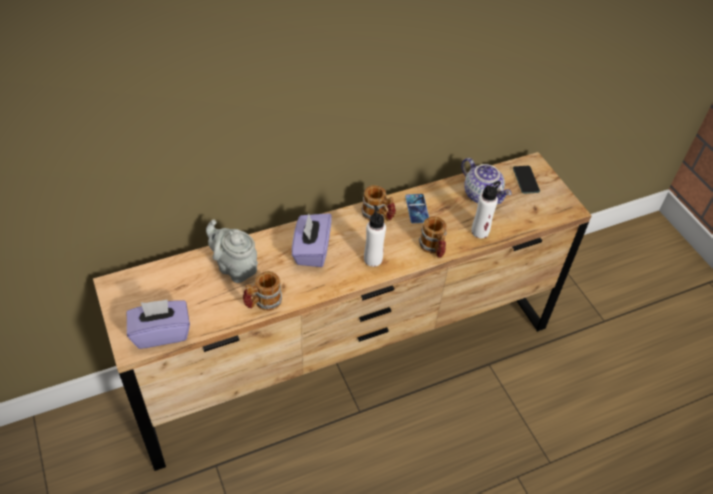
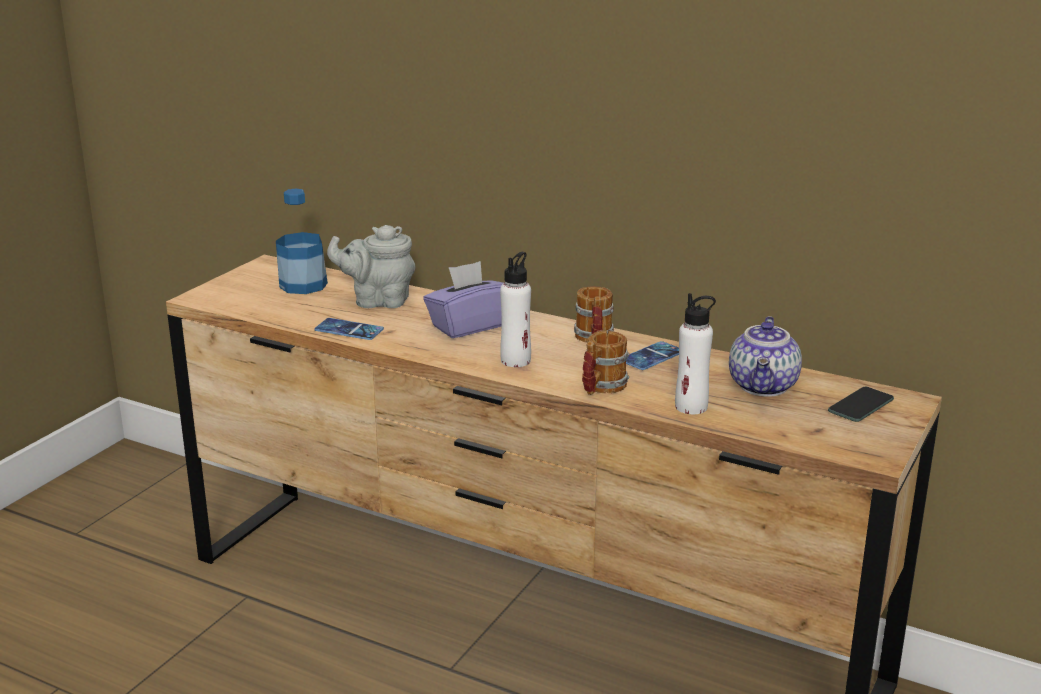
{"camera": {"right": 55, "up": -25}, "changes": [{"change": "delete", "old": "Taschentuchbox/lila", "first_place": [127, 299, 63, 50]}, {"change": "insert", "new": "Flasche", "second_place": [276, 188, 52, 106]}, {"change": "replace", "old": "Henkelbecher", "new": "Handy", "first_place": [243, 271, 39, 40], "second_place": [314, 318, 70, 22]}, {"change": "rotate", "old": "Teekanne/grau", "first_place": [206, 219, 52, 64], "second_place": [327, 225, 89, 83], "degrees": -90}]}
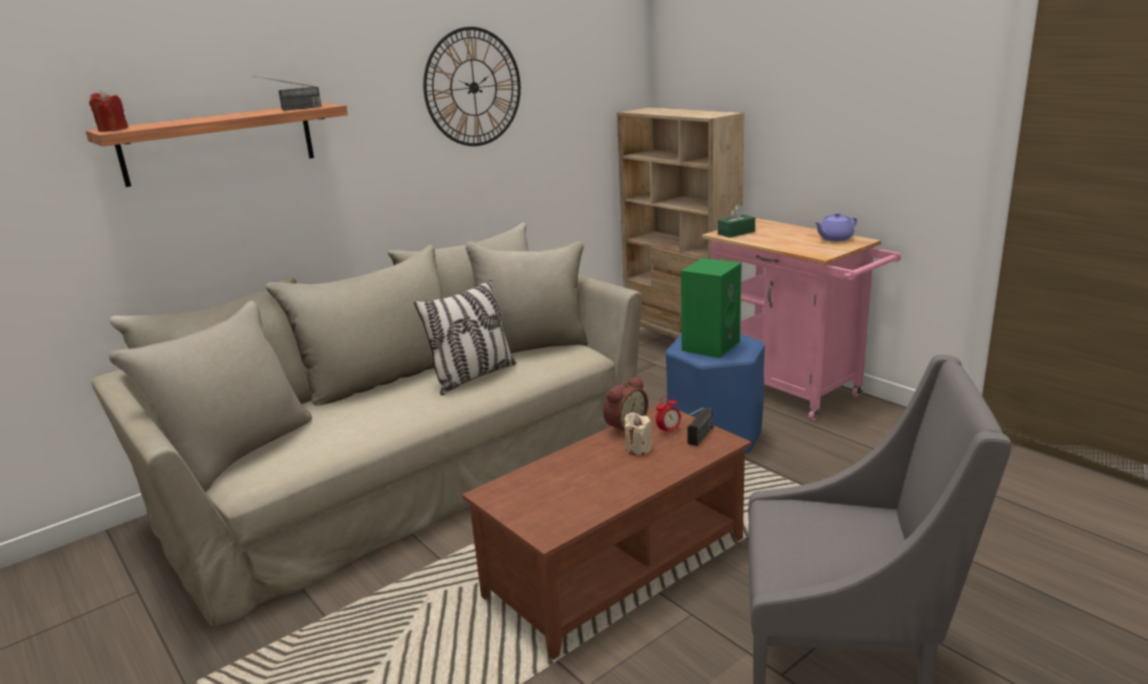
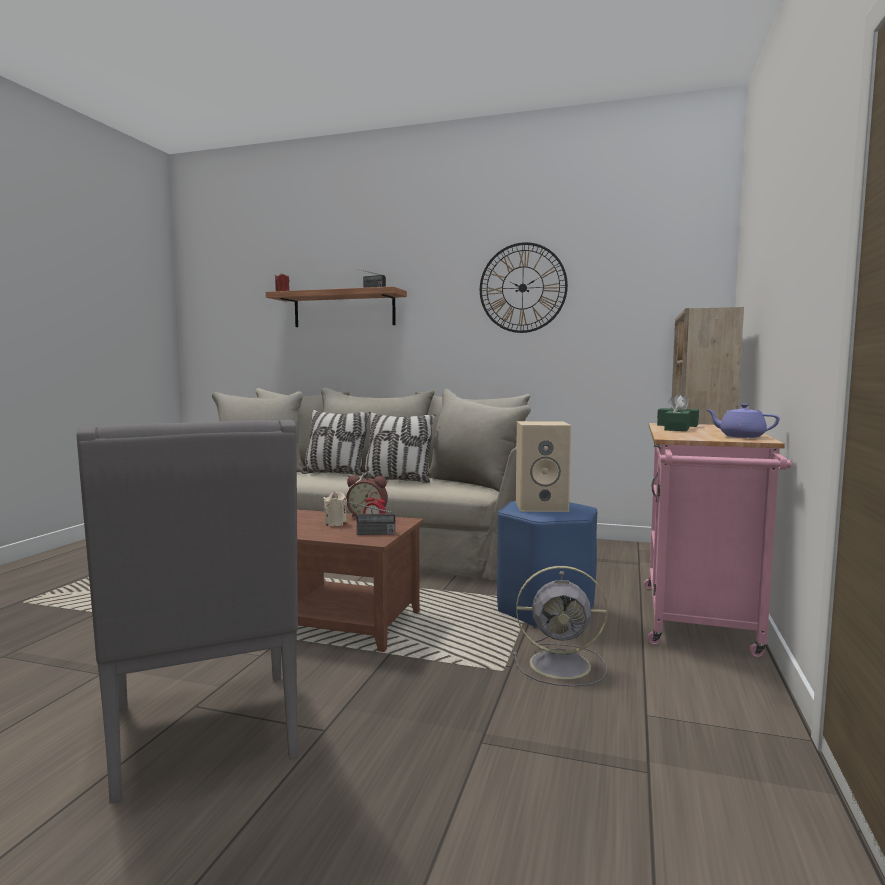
{"camera": {"right": 55, "up": -15}, "changes": [{"change": "insert", "new": "Kissen", "second_place": [301, 409, 69, 67]}, {"change": "insert", "new": "Ventilator/grau", "second_place": [513, 566, 95, 121]}, {"change": "insert", "new": "Taschentuchbox/grün", "second_place": [664, 395, 26, 36]}, {"change": "recolor", "old": "Lautsprecher/grün", "new": "Lautsprecher/beige", "first_place": [681, 258, 60, 100], "second_place": [516, 421, 55, 91]}]}
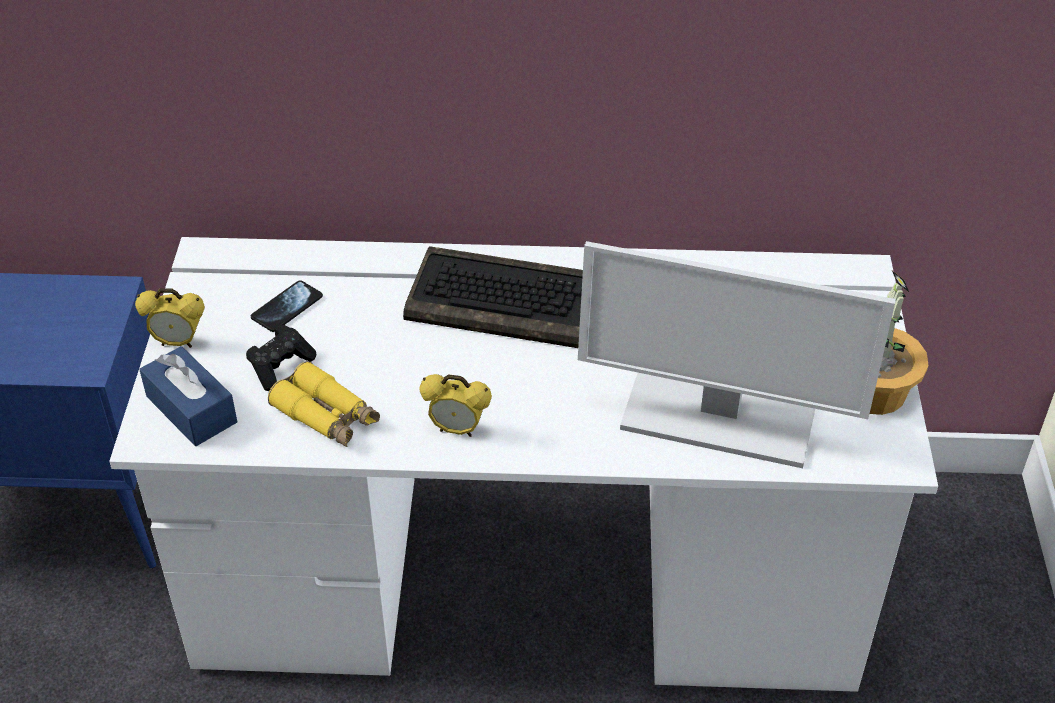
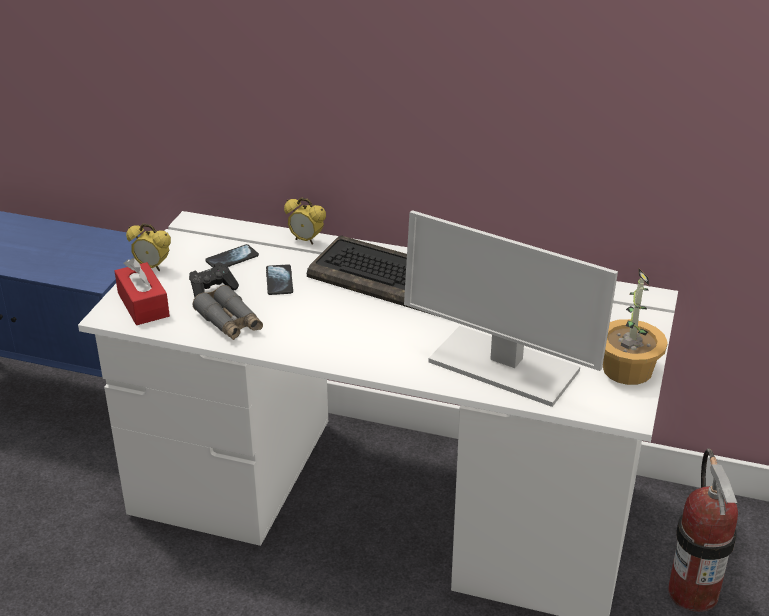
{"camera": {"right": 15, "up": -10}, "changes": [{"change": "insert", "new": "Handy", "second_place": [266, 264, 27, 31]}, {"change": "insert", "new": "Feuerlöscher", "second_place": [668, 448, 70, 164]}, {"change": "move", "old": "Wecker", "first_place": [420, 374, 72, 63], "second_place": [284, 197, 42, 48]}, {"change": "recolor", "old": "Taschentuchbox/blau", "new": "Taschentuchbox/rot", "first_place": [139, 346, 98, 100], "second_place": [115, 258, 55, 67]}, {"change": "recolor", "old": "Fernglas/gelb", "new": "Fernglas/grau", "first_place": [268, 361, 112, 86], "second_place": [193, 285, 70, 55]}]}
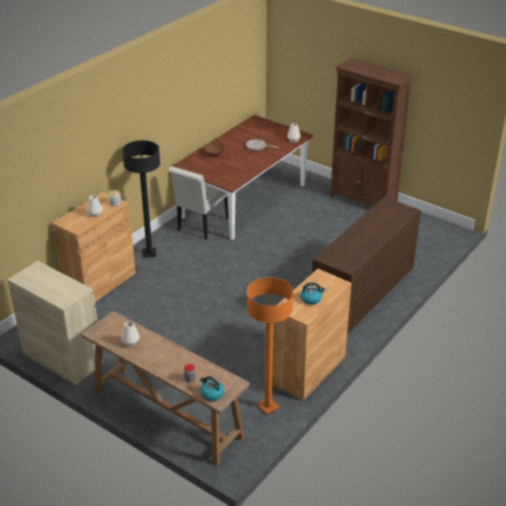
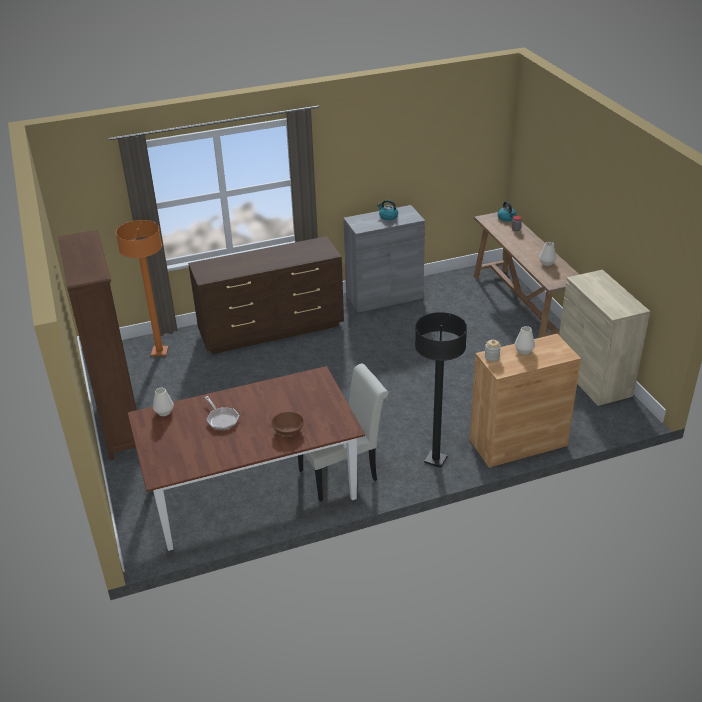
{"camera": {"right": -145, "up": 0}, "changes": [{"change": "move", "old": "Stehlampe/orange", "first_place": [247, 277, 46, 138], "second_place": [116, 220, 53, 136]}, {"change": "recolor", "old": "Schrank/braun", "new": "Schrank/grau", "first_place": [272, 269, 79, 132], "second_place": [343, 205, 82, 108]}]}
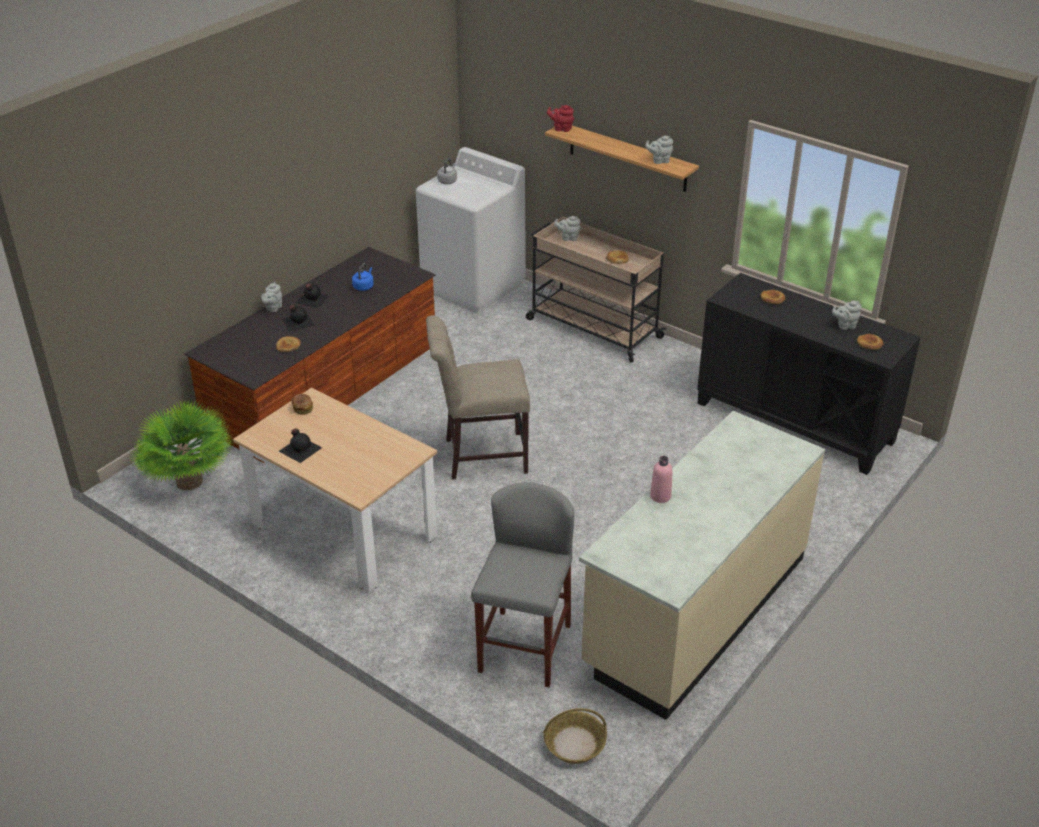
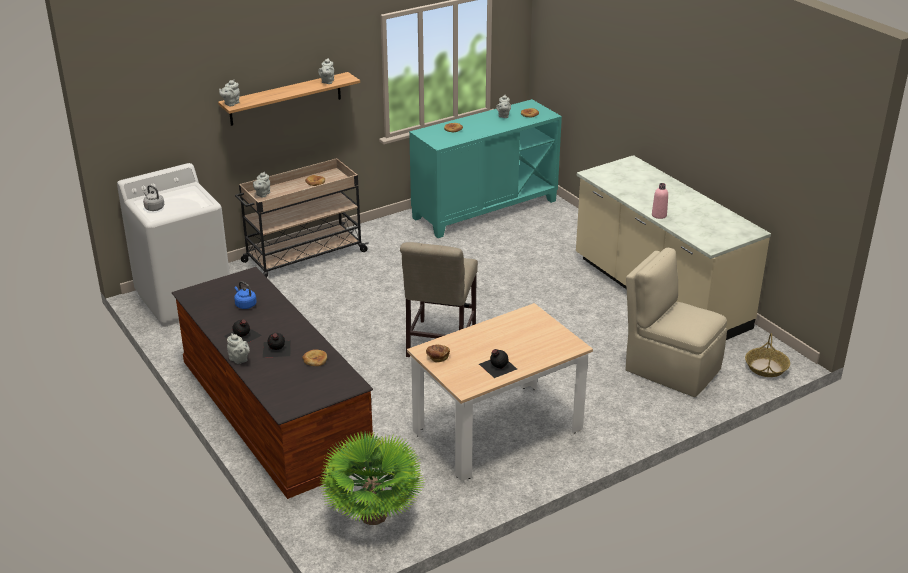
{"camera": {"right": -70, "up": -5}, "changes": [{"change": "replace", "old": "Hocker/grau", "new": "Stuhl/beige", "first_place": [471, 482, 103, 205], "second_place": [625, 248, 102, 149]}, {"change": "recolor", "old": "Teekanne/rot", "new": "Teekanne/grau", "first_place": [547, 105, 27, 27], "second_place": [219, 80, 21, 26]}, {"change": "recolor", "old": "Schrank/schwarz", "new": "Schrank/türkis", "first_place": [697, 273, 224, 202], "second_place": [409, 99, 153, 139]}]}
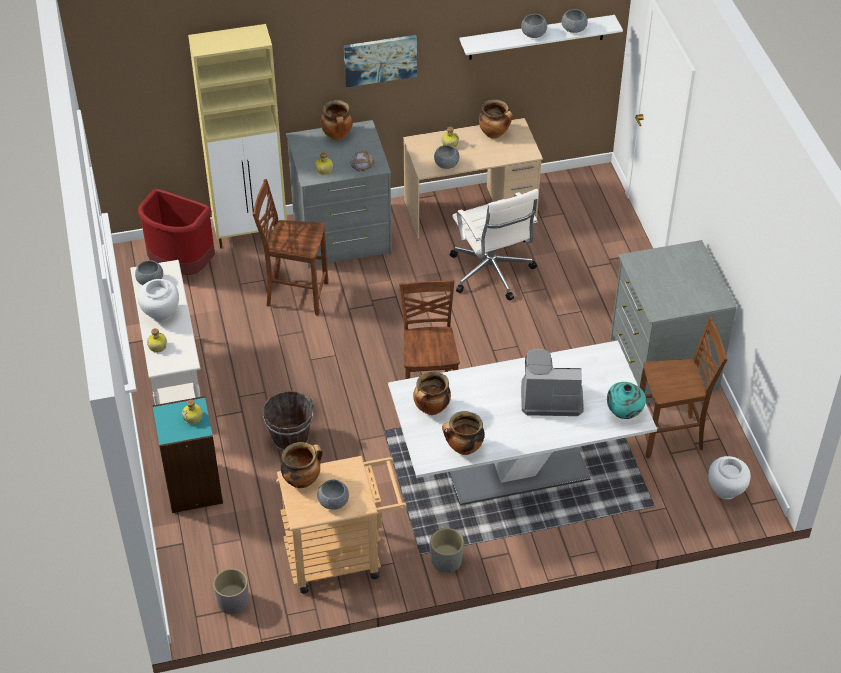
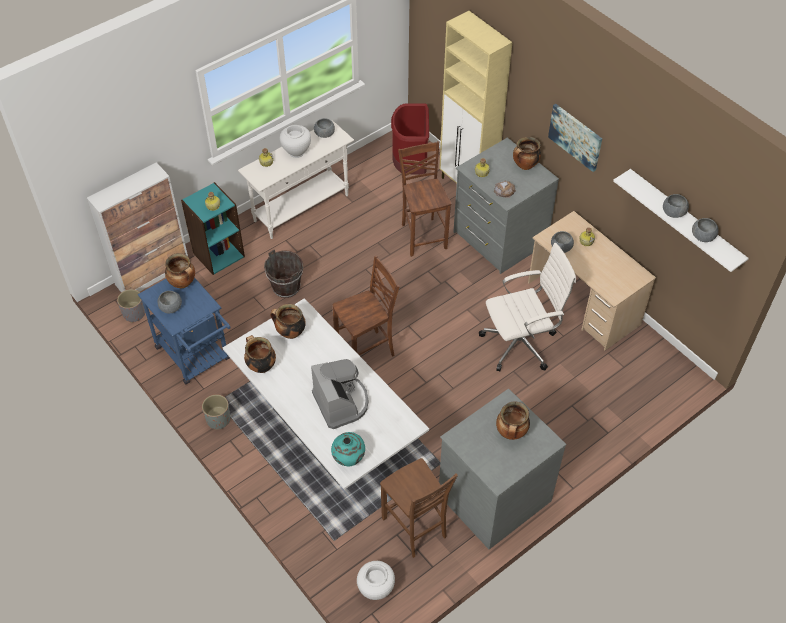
{"camera": {"right": 65, "up": 5}, "changes": [{"change": "insert", "new": "Schrank", "second_place": [87, 162, 101, 130]}, {"change": "move", "old": "Kochtopf", "first_place": [479, 99, 34, 40], "second_place": [496, 401, 34, 39]}, {"change": "recolor", "old": "Rollwagen/beige", "new": "Rollwagen/blau", "first_place": [276, 456, 131, 138], "second_place": [138, 277, 93, 107]}, {"change": "rotate", "old": "Bürostuhl/weiß", "first_place": [450, 189, 89, 112], "second_place": [479, 243, 97, 128], "degrees": -150}]}
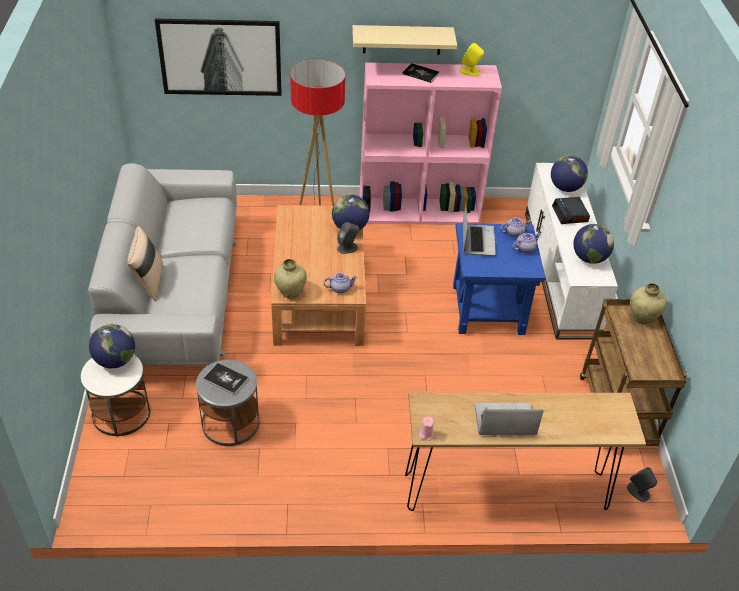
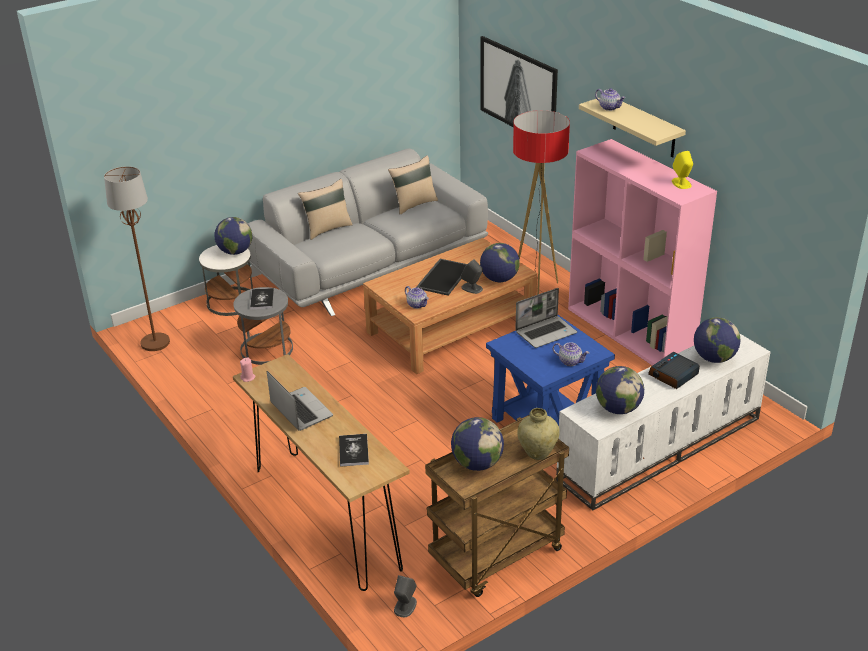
{"camera": {"right": 60, "up": -10}, "changes": [{"change": "delete", "old": "Vase/beige", "first_place": [274, 259, 33, 40]}, {"change": "insert", "new": "Stehlampe/braun", "second_place": [104, 166, 66, 185]}, {"change": "insert", "new": "Kissen/beige", "second_place": [388, 155, 50, 59]}, {"change": "insert", "new": "Tablett", "second_place": [416, 259, 51, 37]}, {"change": "insert", "new": "Globus", "second_place": [451, 417, 53, 54]}, {"change": "move", "old": "Buch", "first_place": [402, 63, 38, 20], "second_place": [339, 434, 30, 33]}, {"change": "move", "old": "Teekanne", "first_place": [500, 218, 32, 20], "second_place": [595, 88, 30, 23]}]}
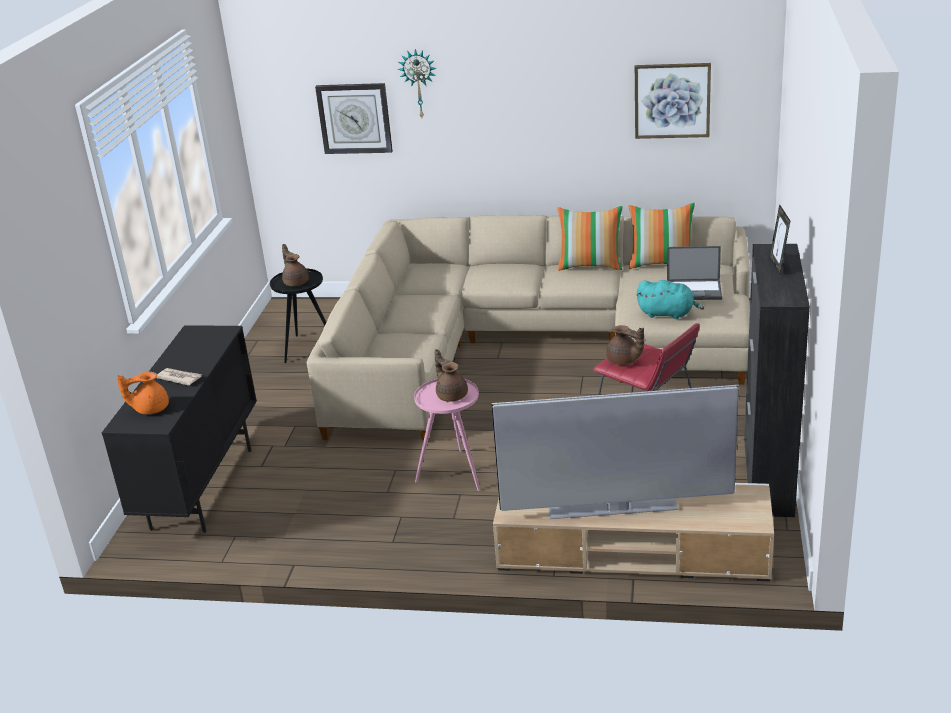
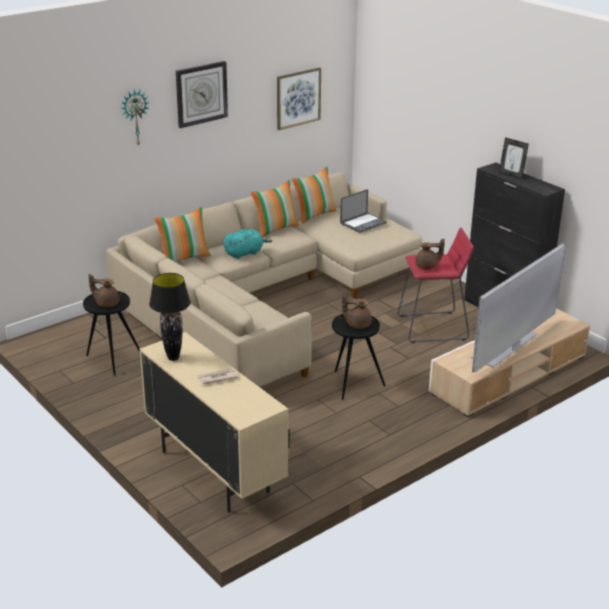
{"camera": {"right": -50, "up": 0}, "changes": [{"change": "delete", "old": "Teekanne/orange", "first_place": [116, 371, 53, 43]}, {"change": "insert", "new": "Tischlampe/schwarz", "second_place": [149, 273, 42, 88]}, {"change": "insert", "new": "Kissen", "second_place": [154, 207, 57, 55]}, {"change": "move", "old": "Wanduhr", "first_place": [315, 83, 78, 71], "second_place": [176, 61, 52, 67]}, {"change": "move", "old": "Plüschtier/türkis", "first_place": [637, 280, 67, 39], "second_place": [224, 229, 48, 30]}, {"change": "recolor", "old": "Schrank/schwarz", "new": "Schrank/beige", "first_place": [102, 325, 155, 208], "second_place": [140, 332, 150, 181]}, {"change": "recolor", "old": "Beistelltisch/rosa", "new": "Beistelltisch/schwarz", "first_place": [414, 379, 66, 112], "second_place": [332, 314, 54, 86]}]}
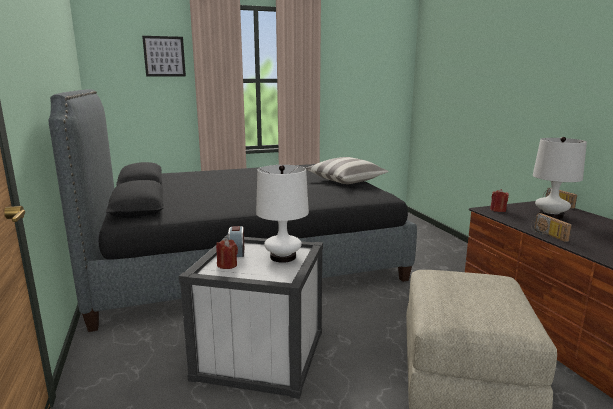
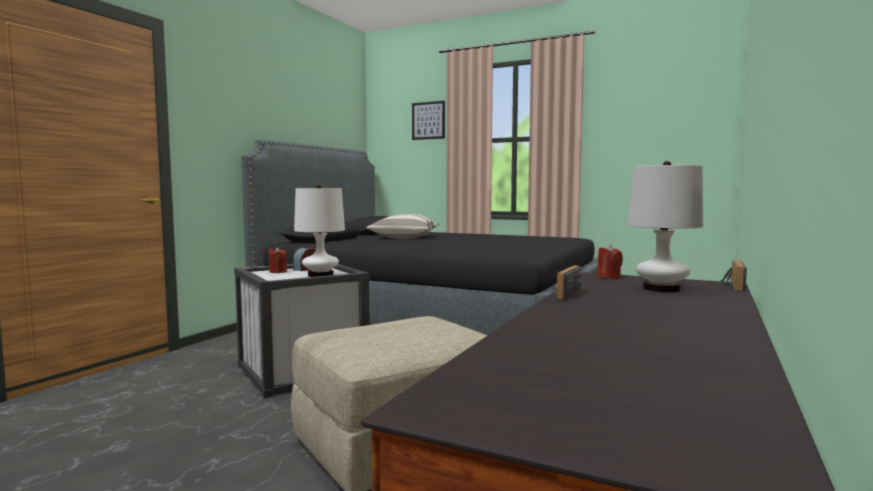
{"camera": {"right": 45, "up": -10}, "changes": [{"change": "move", "old": "Kissen", "first_place": [306, 157, 83, 27], "second_place": [366, 214, 73, 24]}]}
